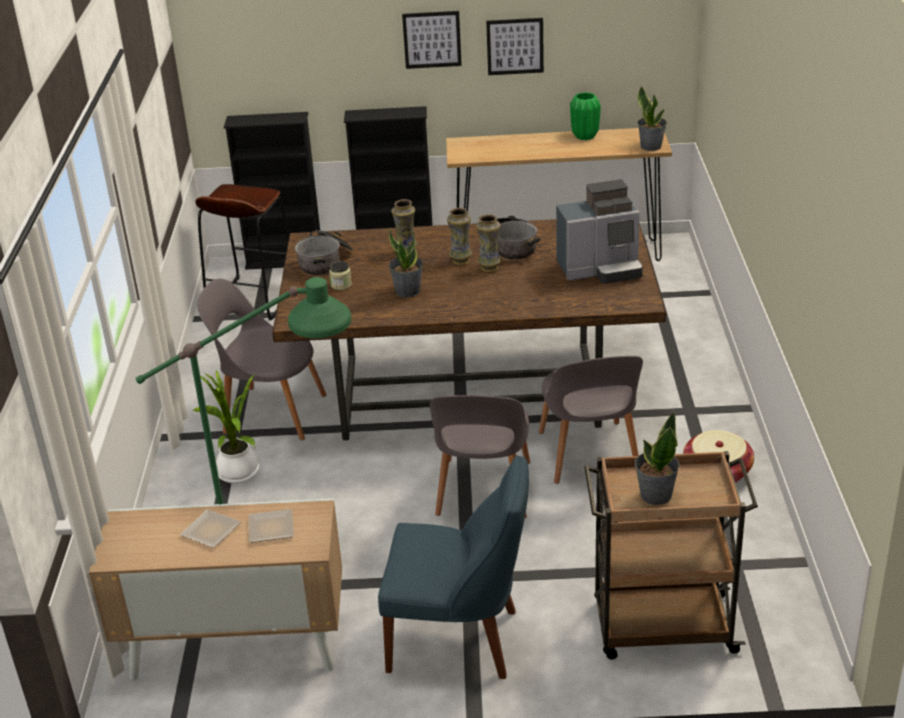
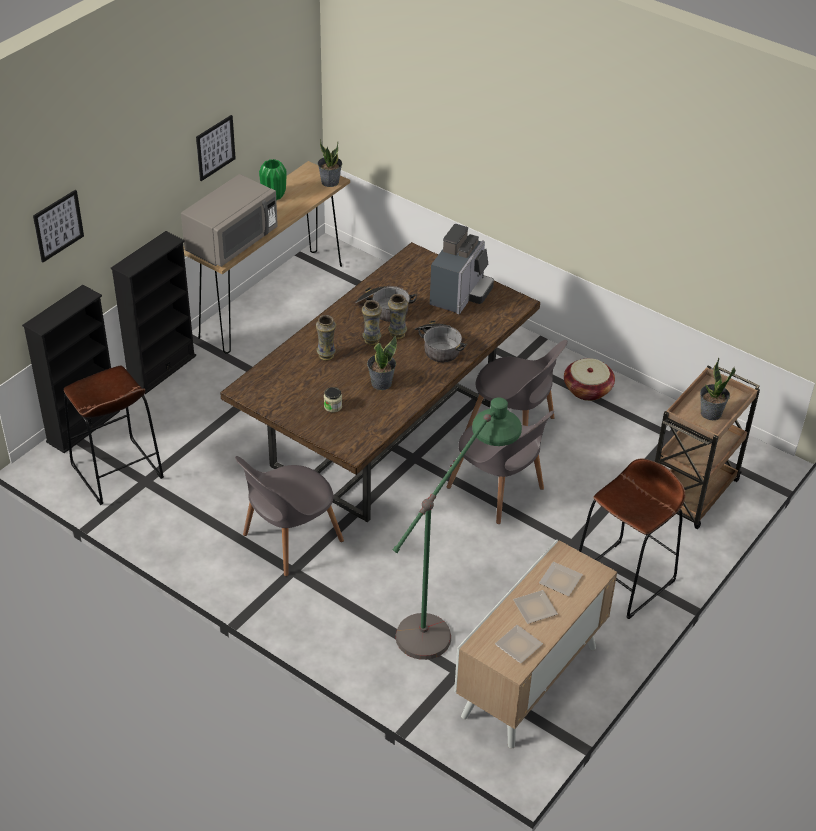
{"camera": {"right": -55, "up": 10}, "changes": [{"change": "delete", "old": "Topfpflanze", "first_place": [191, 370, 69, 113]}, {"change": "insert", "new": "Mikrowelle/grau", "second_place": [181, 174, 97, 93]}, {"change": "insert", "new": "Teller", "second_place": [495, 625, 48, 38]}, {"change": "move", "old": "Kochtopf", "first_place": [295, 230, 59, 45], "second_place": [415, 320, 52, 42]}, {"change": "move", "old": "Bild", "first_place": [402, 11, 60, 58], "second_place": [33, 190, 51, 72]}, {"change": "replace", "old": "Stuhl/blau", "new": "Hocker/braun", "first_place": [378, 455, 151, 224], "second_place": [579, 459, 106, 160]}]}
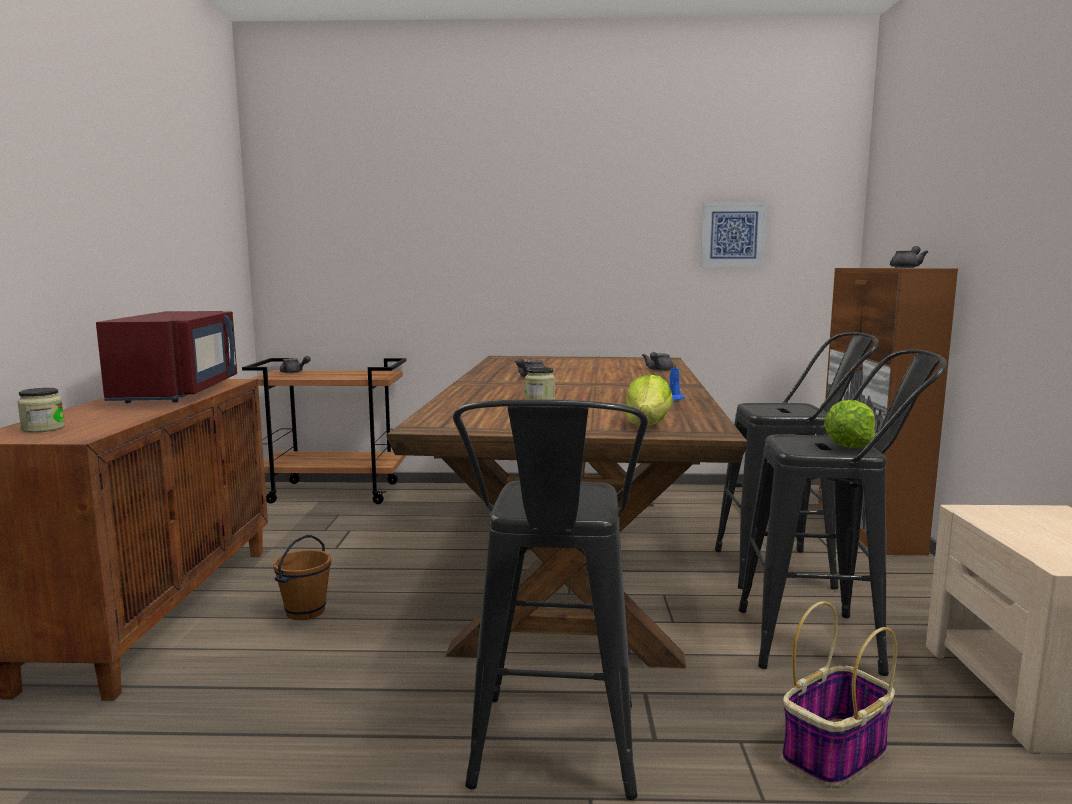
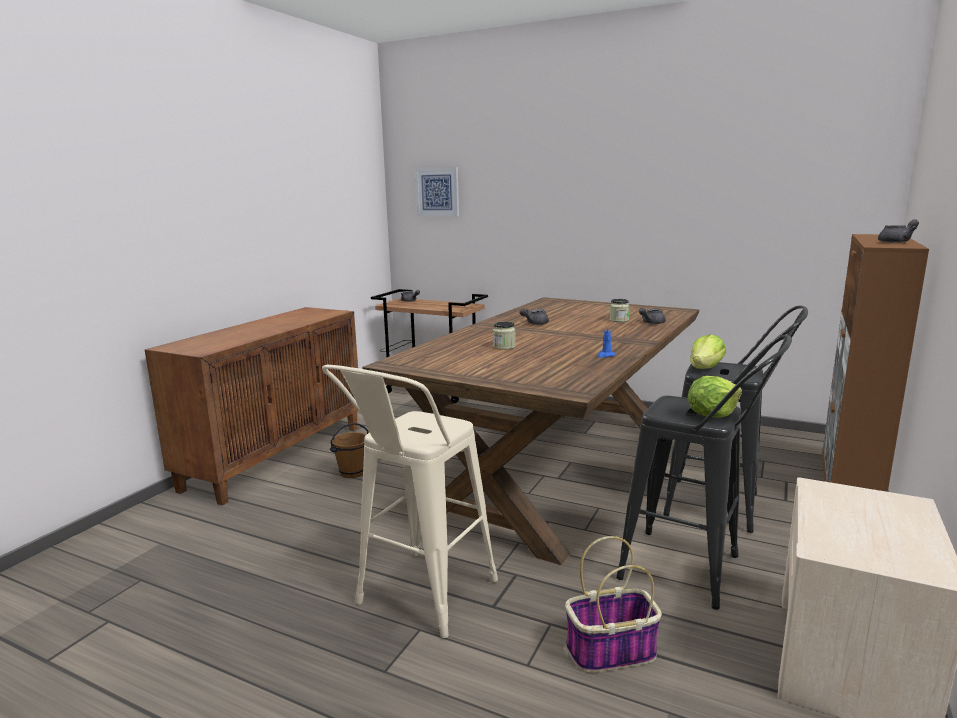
{"camera": {"right": 25, "up": 5}, "changes": [{"change": "delete", "old": "Mikrowelle/rot", "first_place": [96, 311, 141, 92]}, {"change": "move", "old": "Vorratsglas", "first_place": [17, 388, 48, 45], "second_place": [609, 299, 21, 23]}, {"change": "move", "old": "Salatkopf", "first_place": [625, 374, 48, 52], "second_place": [690, 335, 36, 34]}, {"change": "move", "old": "Bild", "first_place": [700, 202, 68, 65], "second_place": [415, 167, 44, 49]}, {"change": "recolor", "old": "Hocker/schwarz", "new": "Hocker/beige", "first_place": [453, 399, 195, 401], "second_place": [322, 365, 176, 273]}]}
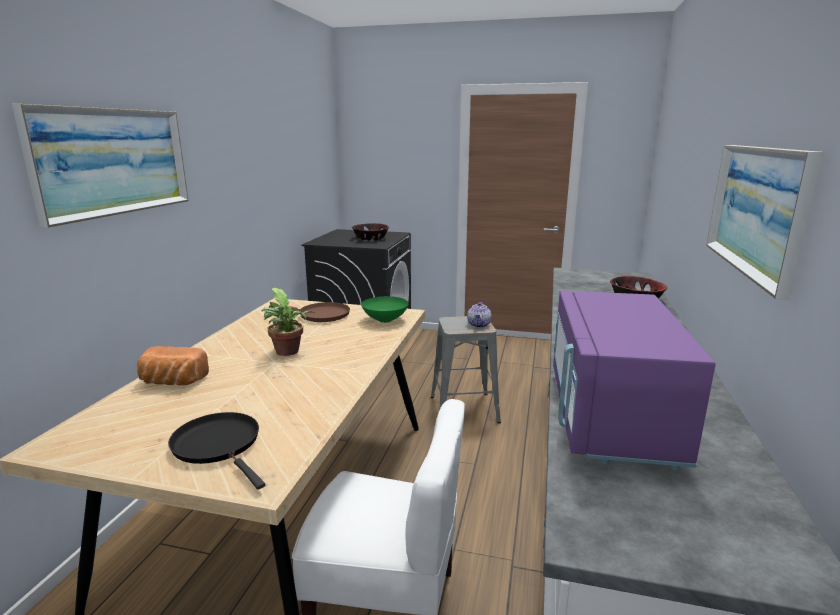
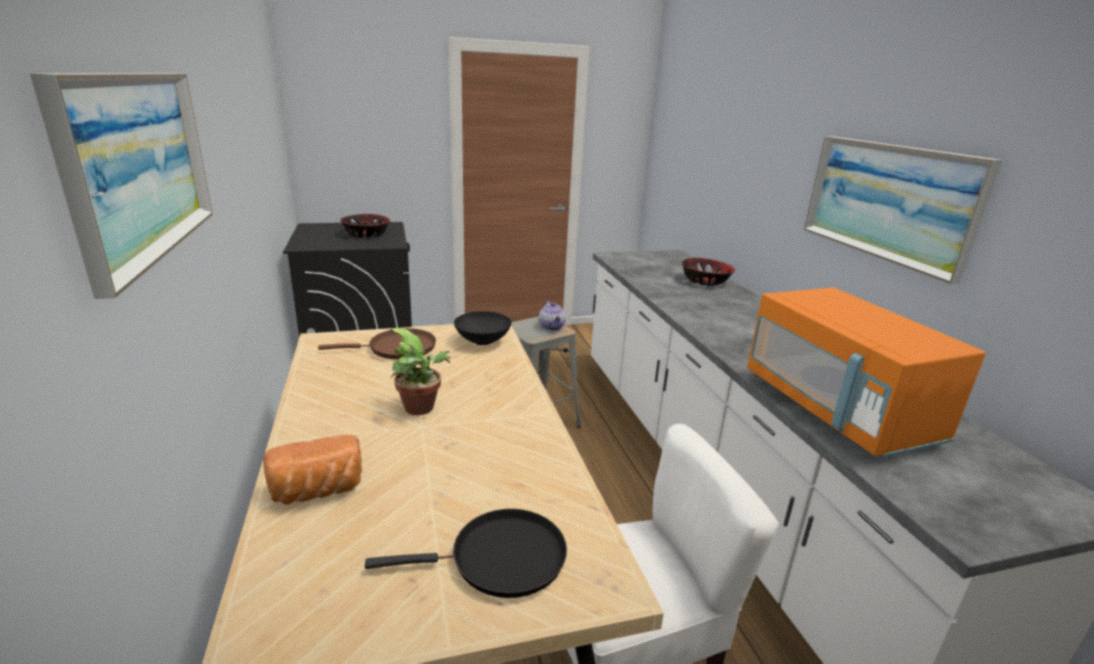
{"camera": {"right": -30, "up": 5}, "changes": [{"change": "recolor", "old": "Schüssel/grün", "new": "Schüssel/schwarz", "first_place": [361, 296, 48, 27], "second_place": [454, 311, 58, 34]}, {"change": "recolor", "old": "Mikrowelle/lila", "new": "Mikrowelle/orange", "first_place": [553, 290, 163, 180], "second_place": [747, 287, 239, 170]}, {"change": "rotate", "old": "Pfanne/schwarz", "first_place": [168, 412, 97, 78], "second_place": [365, 509, 202, 89], "degrees": 150}]}
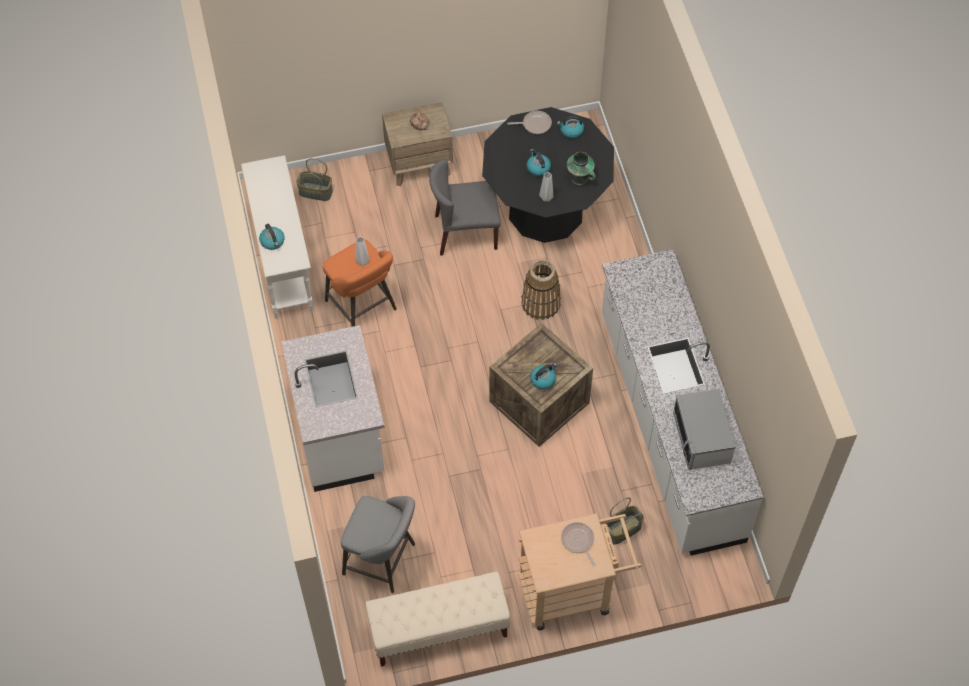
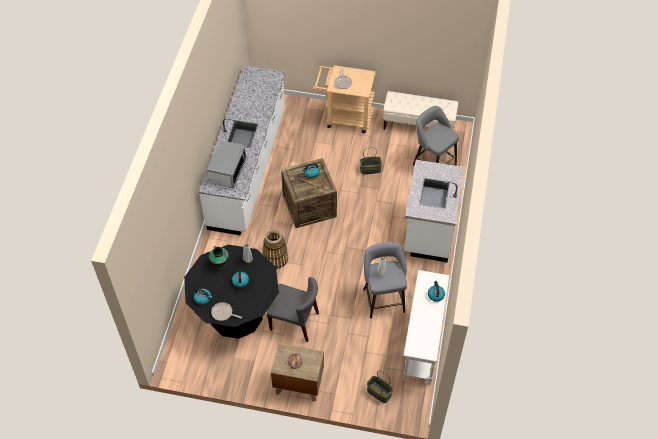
{"camera": {"right": -155, "up": -5}, "changes": [{"change": "move", "old": "Korb", "first_place": [605, 498, 39, 47], "second_place": [360, 147, 22, 27]}, {"change": "move", "old": "Mikrowelle", "first_place": [673, 389, 62, 81], "second_place": [207, 140, 39, 48]}, {"change": "recolor", "old": "Hocker/orange", "new": "Hocker/grau", "first_place": [323, 240, 74, 87], "second_place": [363, 242, 44, 76]}]}
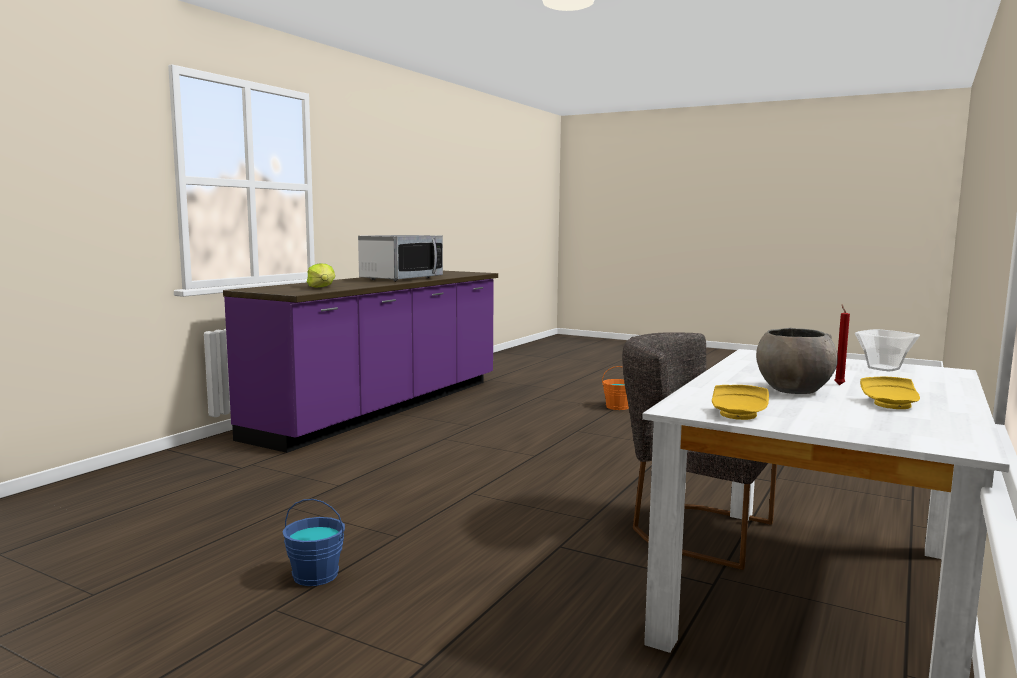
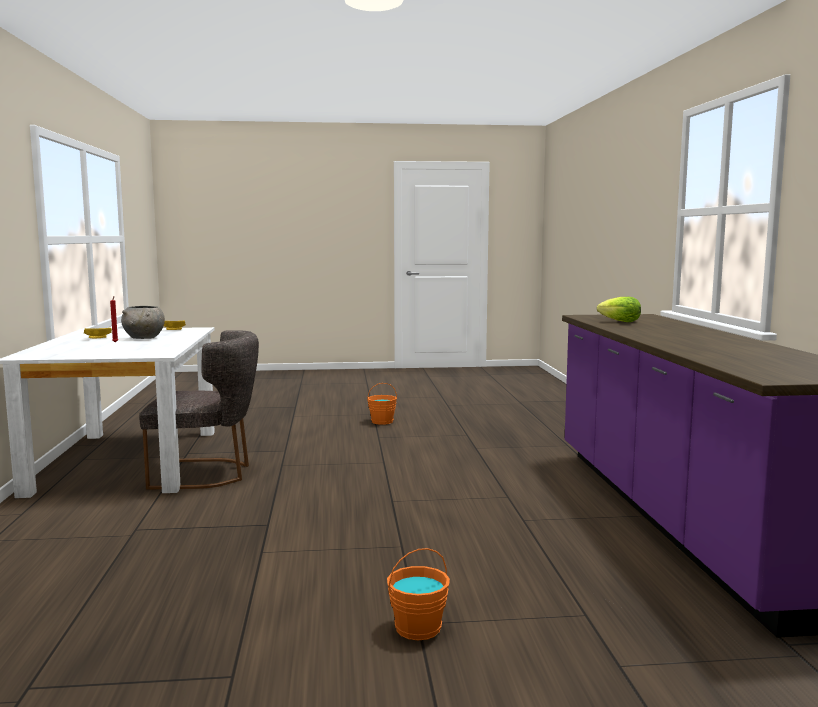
{"camera": {"right": 145, "up": 0}, "changes": [{"change": "delete", "old": "Mikrowelle", "first_place": [358, 235, 85, 46]}, {"change": "delete", "old": "Schüssel", "first_place": [855, 329, 65, 43]}, {"change": "recolor", "old": "Eimer/blau", "new": "Eimer/orange", "first_place": [282, 499, 63, 87], "second_place": [367, 383, 30, 42]}]}
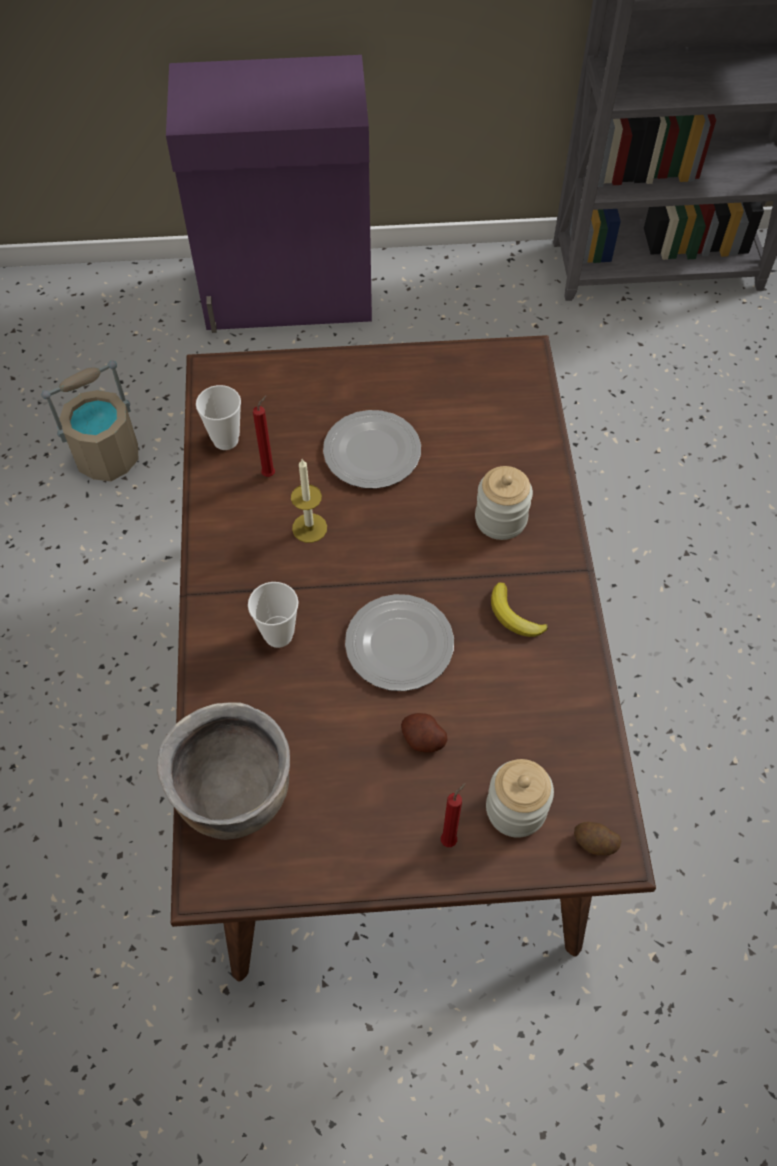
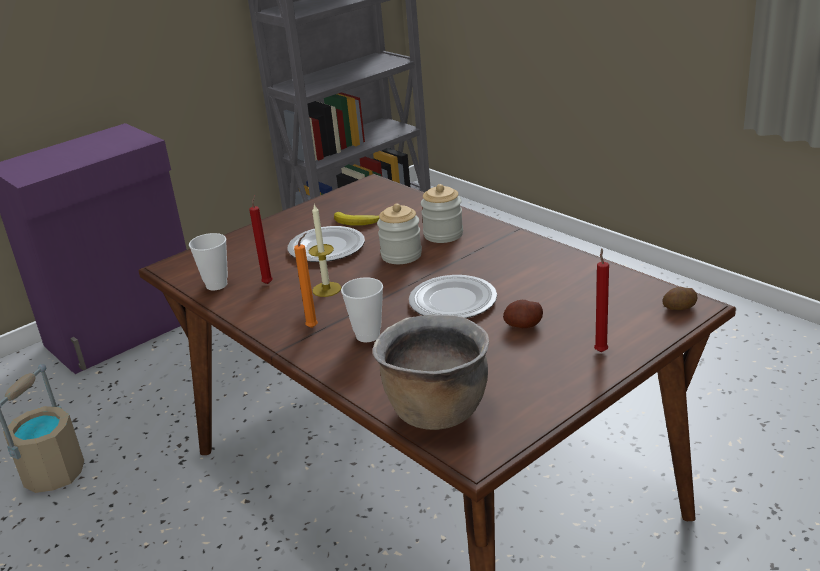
{"camera": {"right": -35, "up": -30}, "changes": [{"change": "insert", "new": "Kerze/orange", "second_place": [294, 233, 24, 95]}, {"change": "move", "old": "Vorratsglas", "first_place": [486, 759, 68, 79], "second_place": [377, 204, 45, 60]}, {"change": "move", "old": "Banane", "first_place": [491, 582, 57, 55], "second_place": [334, 212, 46, 14]}]}
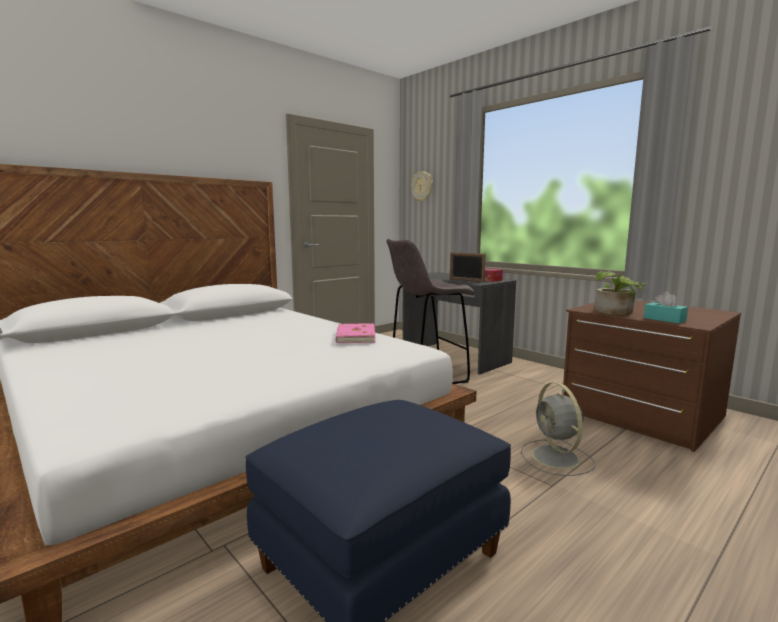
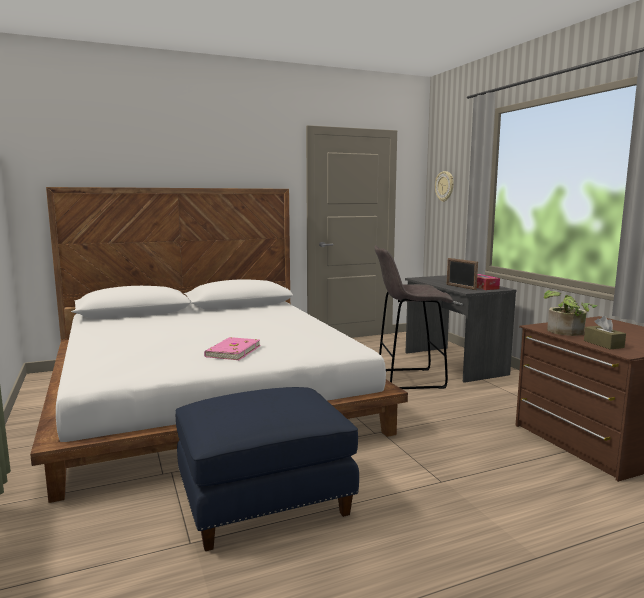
{"camera": {"right": 20, "up": 0}, "changes": [{"change": "delete", "old": "Ventilator/grau", "first_place": [521, 382, 74, 94]}, {"change": "move", "old": "Buch/rosa", "first_place": [335, 323, 41, 20], "second_place": [204, 337, 56, 23]}, {"change": "recolor", "old": "Taschentuchbox/türkis", "new": "Taschentuchbox/braun", "first_place": [644, 292, 44, 32], "second_place": [584, 316, 42, 34]}]}
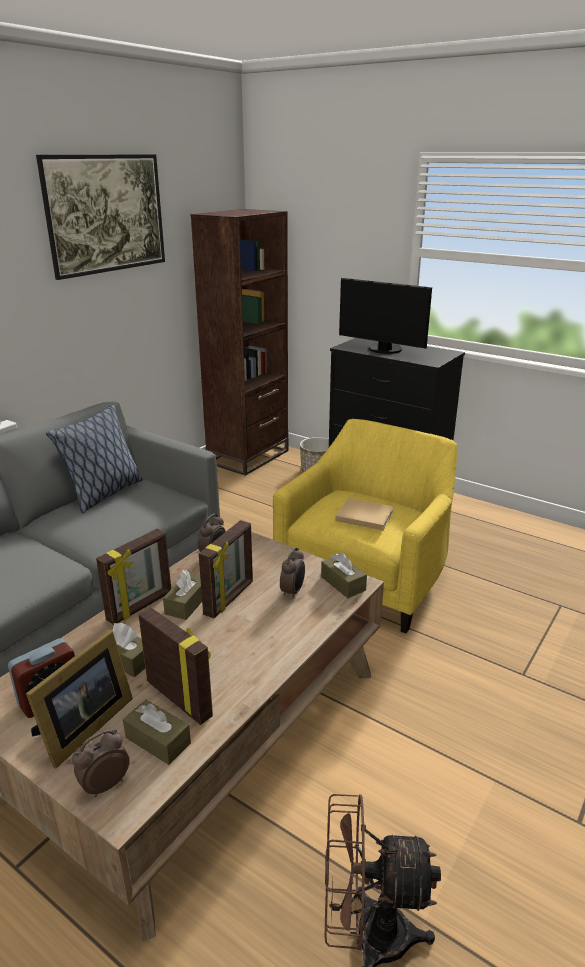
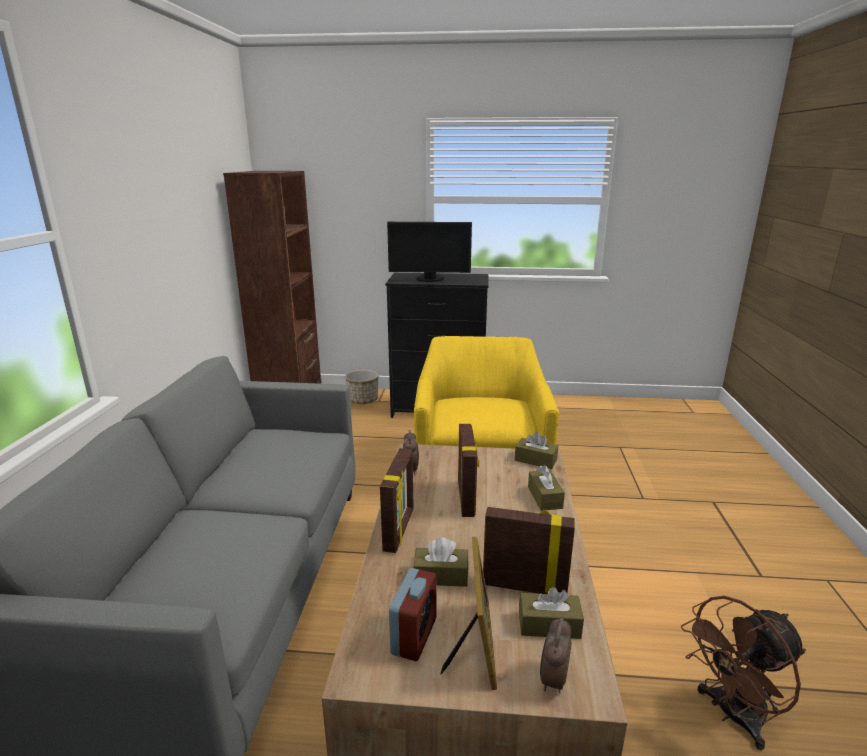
{"camera": {"right": -30, "up": -5}, "changes": [{"change": "delete", "old": "Bild", "first_place": [36, 154, 129, 126]}, {"change": "delete", "old": "Kissen", "first_place": [46, 405, 97, 108]}, {"change": "delete", "old": "Wecker", "first_place": [280, 547, 25, 52]}, {"change": "delete", "old": "Buch/beige", "first_place": [335, 498, 59, 32]}, {"change": "move", "old": "Taschentuchbox/braun", "first_place": [163, 570, 39, 50], "second_place": [528, 465, 37, 46]}]}
